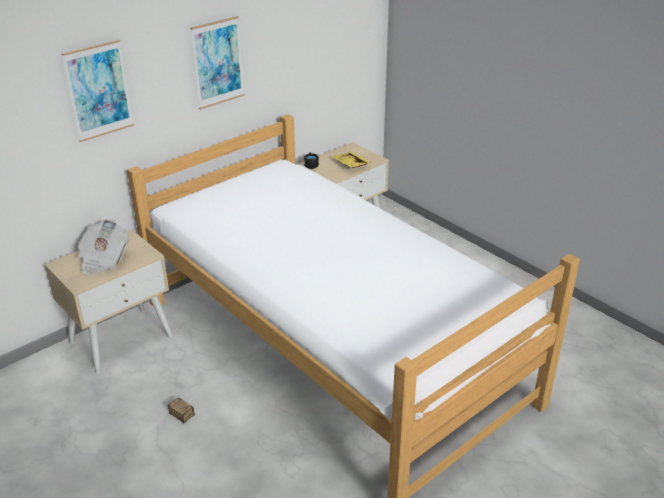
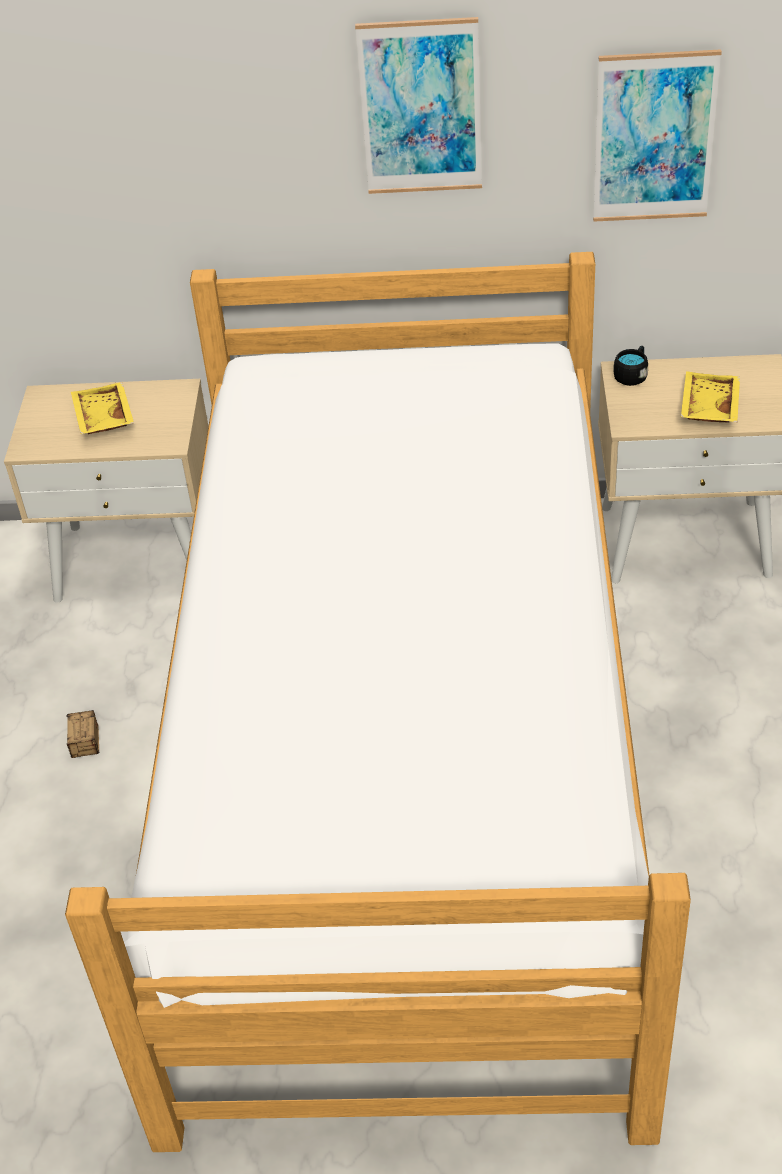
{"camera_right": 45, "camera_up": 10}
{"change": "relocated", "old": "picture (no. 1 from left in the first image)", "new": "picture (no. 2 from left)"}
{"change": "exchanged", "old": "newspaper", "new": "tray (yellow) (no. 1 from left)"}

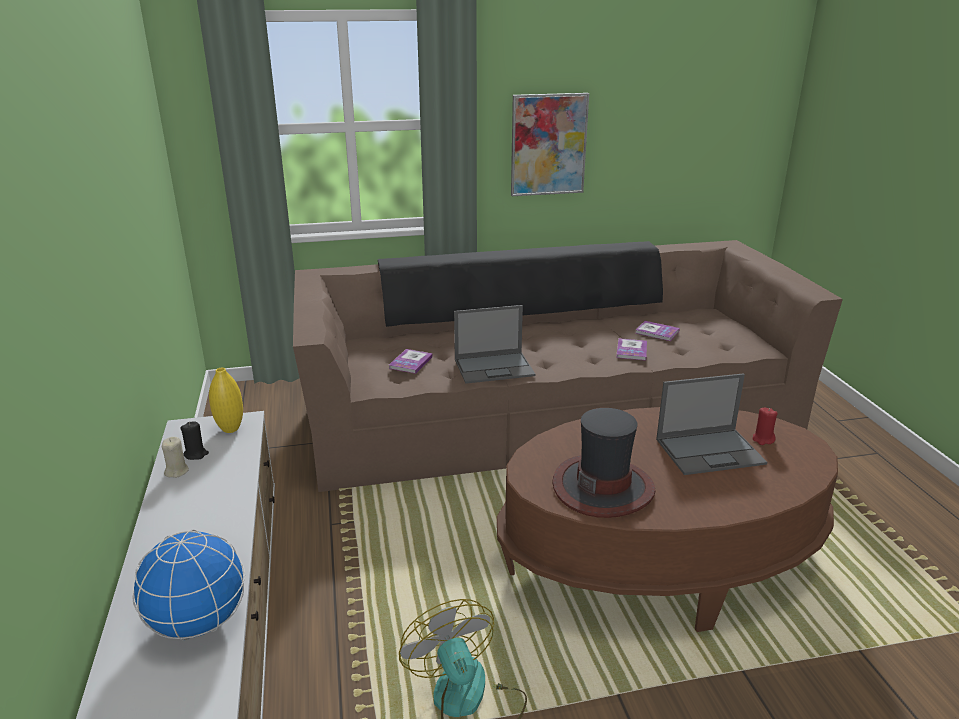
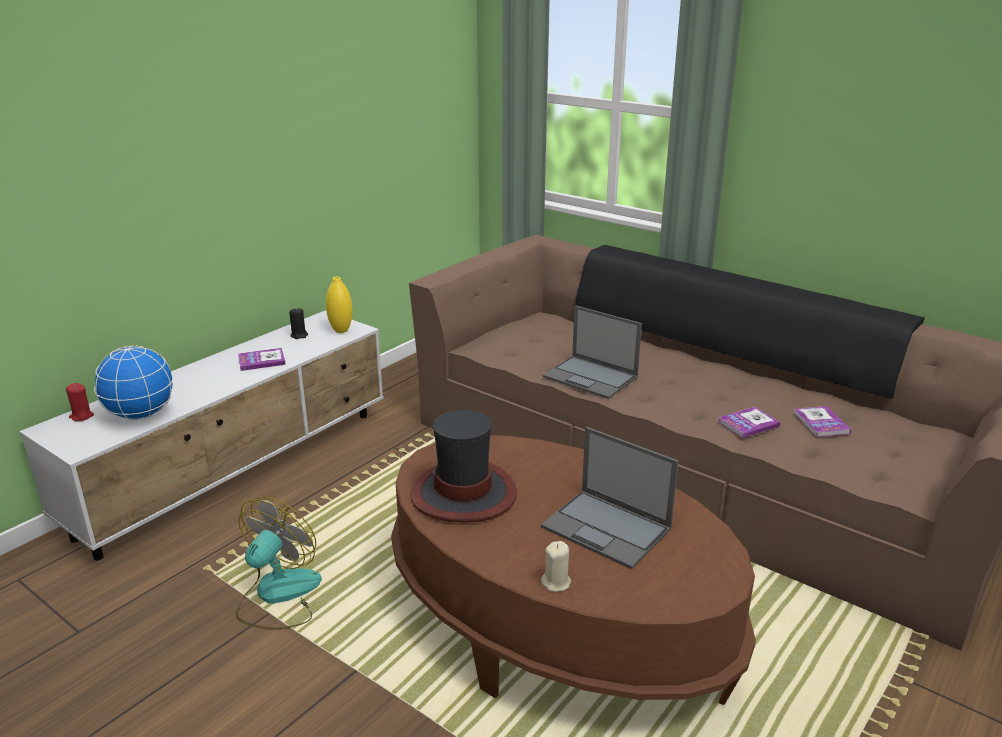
{"camera_right": 50, "camera_up": 0}
{"change": "relocated", "old": "candle (beige)"}
{"change": "relocated", "old": "book (no. 1 from left)"}
{"change": "missing", "old": "picture"}
{"change": "relocated", "old": "candle (red)"}

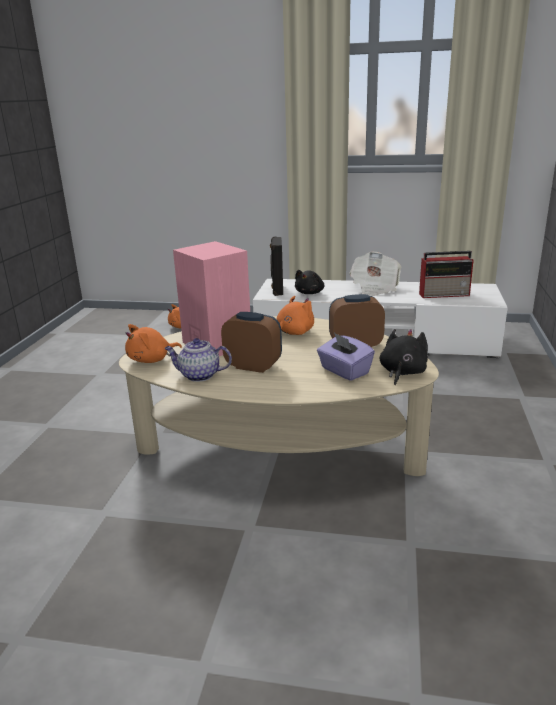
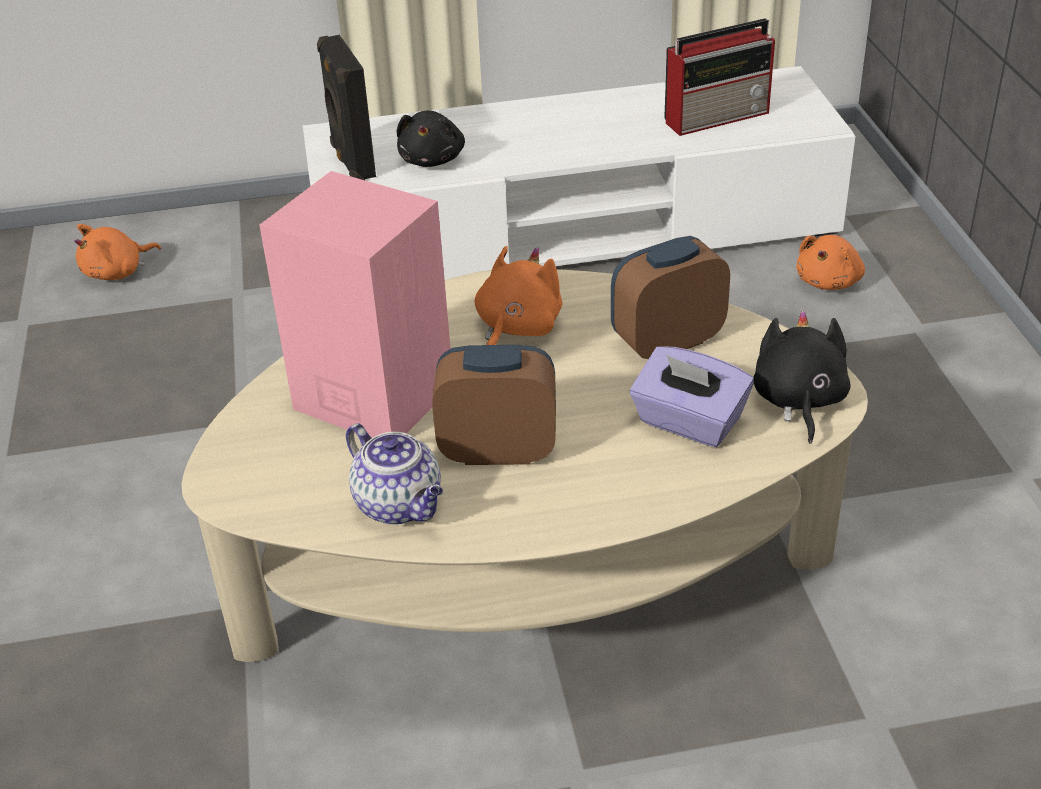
{"camera_right": -20, "camera_up": 15}
{"change": "relocated", "old": "plush toy (orange) (no. 1 from left in the first image)", "new": "plush toy (orange) (no. 3 from left)"}
{"change": "spun", "old": "teapot", "degrees": -120}
{"change": "missing", "old": "newspaper"}

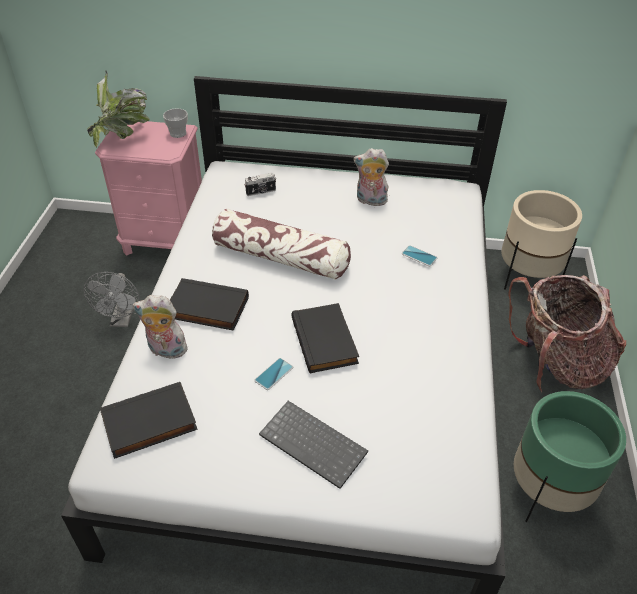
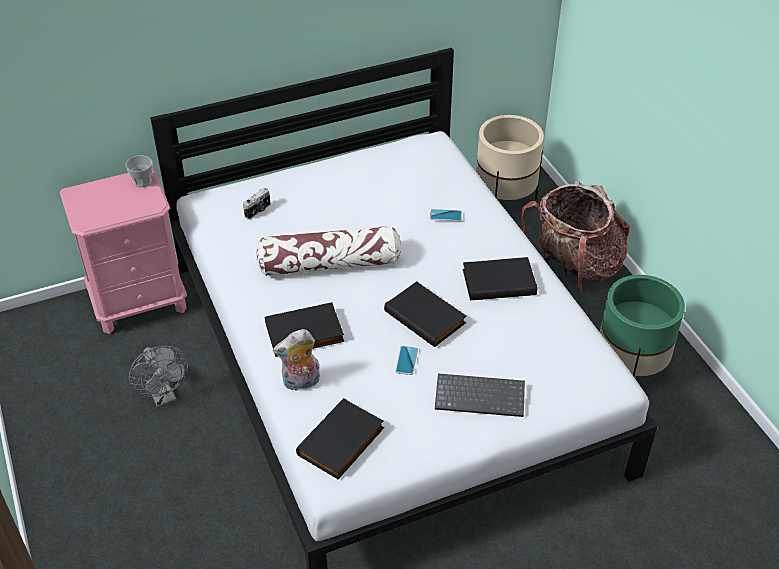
{"camera_right": -30, "camera_up": 0}
{"change": "missing", "old": "potted plant"}
{"change": "missing", "old": "plush toy (no. 2 from left)"}
{"change": "appeared", "new": "book (black) (no. 4 from left)"}

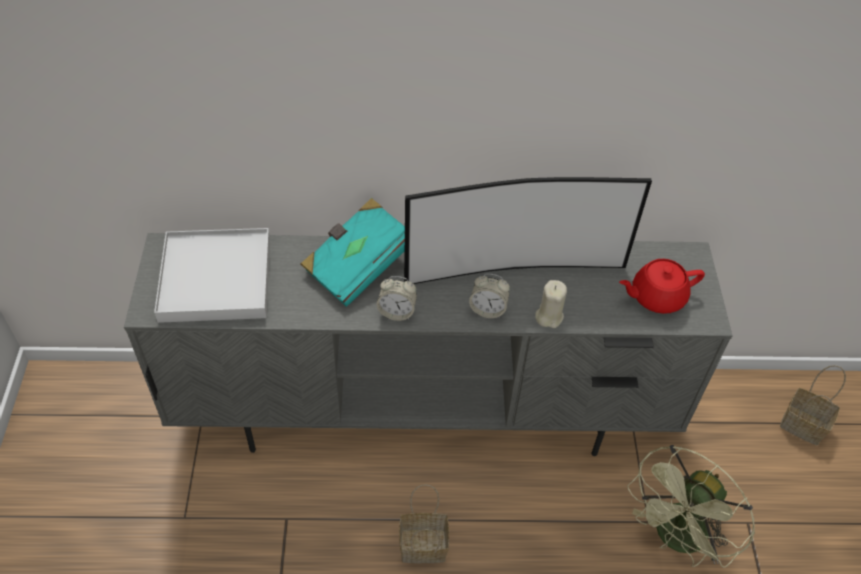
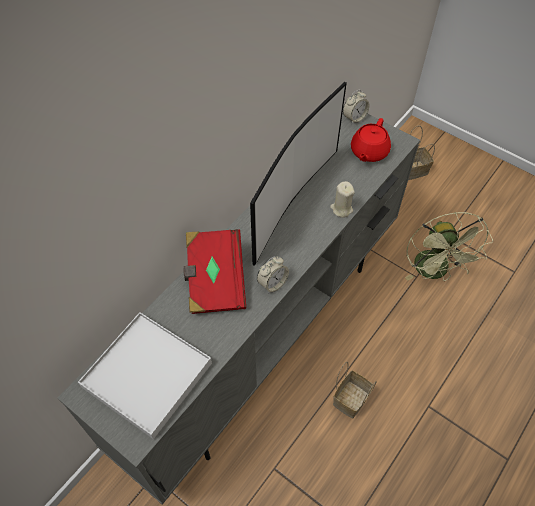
{"camera_right": -50, "camera_up": 5}
{"change": "colour", "old": "book (turquoise)", "new": "book (red)"}
{"change": "relocated", "old": "alarm clock (no. 2 from left)"}

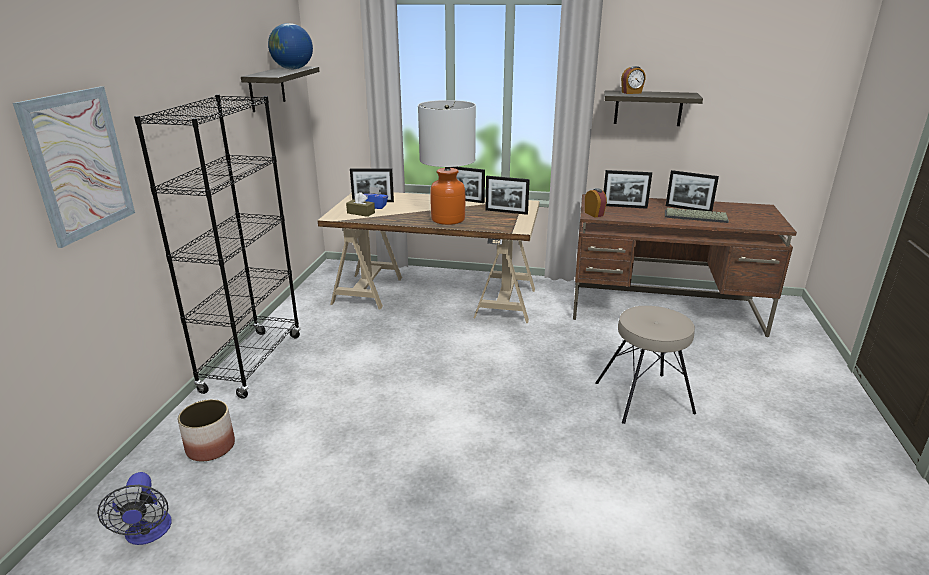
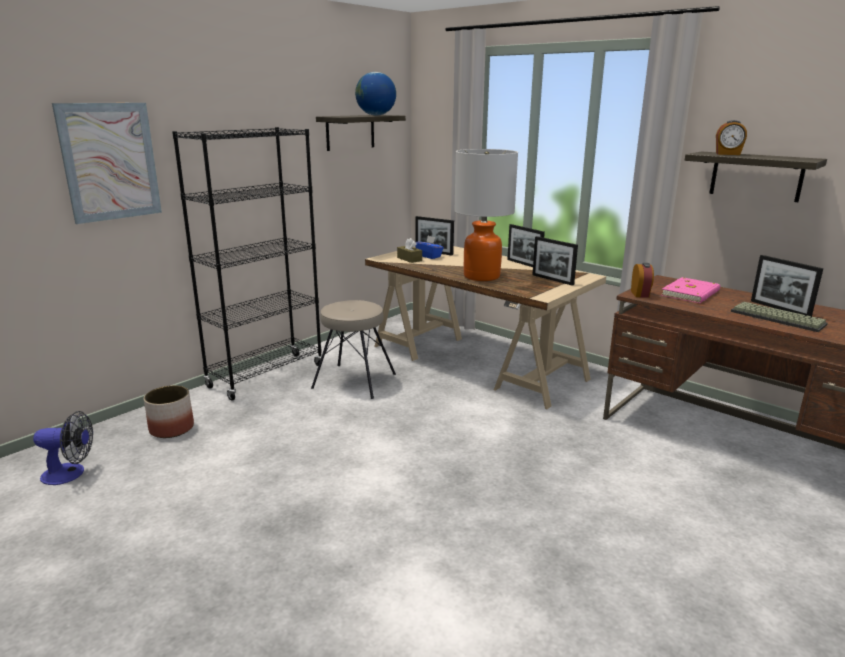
{"camera_right": 30, "camera_up": -5}
{"change": "spun", "old": "fan", "degrees": -105}
{"change": "relocated", "old": "stool (beige)"}
{"change": "exchanged", "old": "picture frame (no. 4 from left)", "new": "book (pink)"}

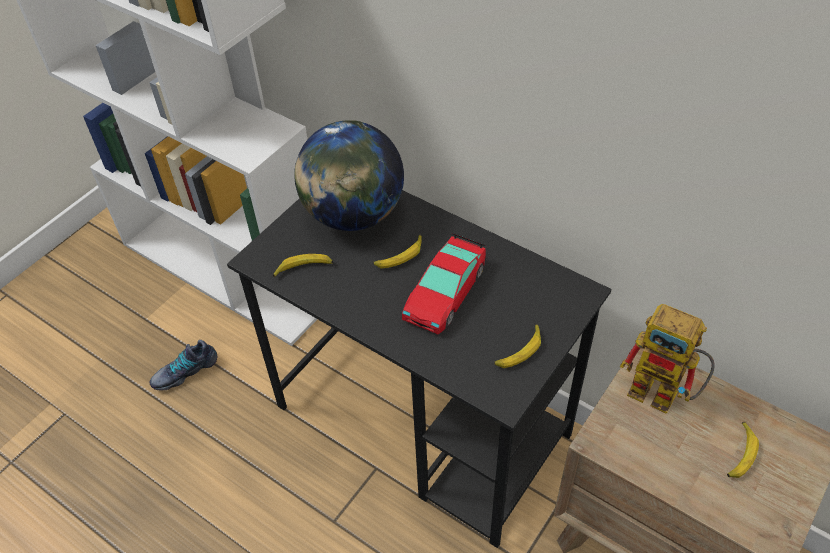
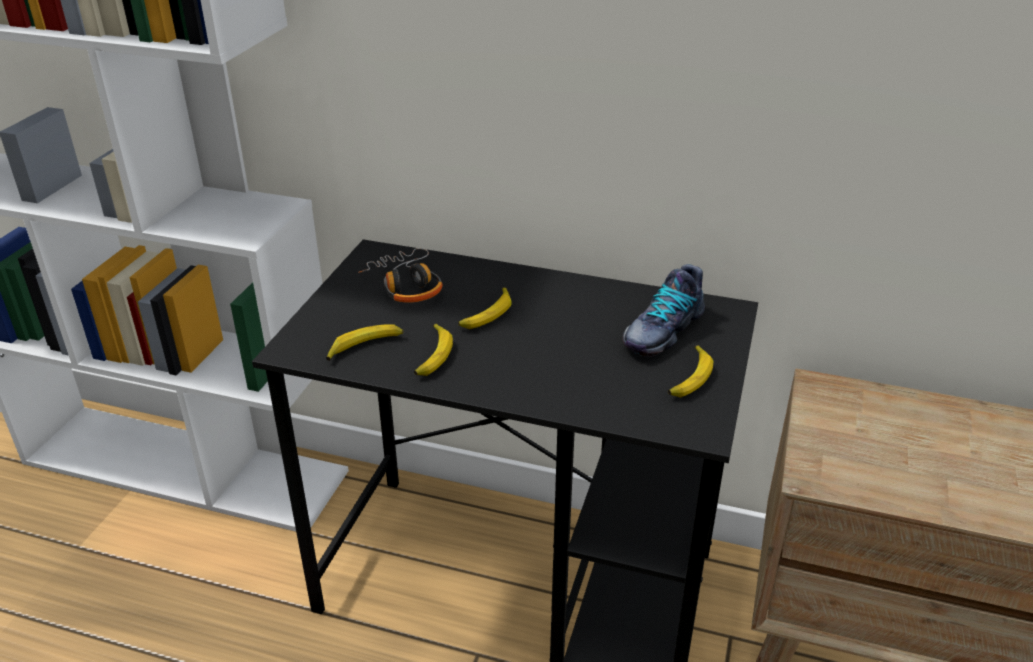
{"camera_right": -20, "camera_up": -15}
{"change": "relocated", "old": "shoe"}
{"change": "exchanged", "old": "globe", "new": "headphones"}
{"change": "missing", "old": "toy car"}
{"change": "missing", "old": "toy robot"}
{"change": "relocated", "old": "banana (no. 4 from left in the first image)", "new": "banana (no. 2 from left)"}

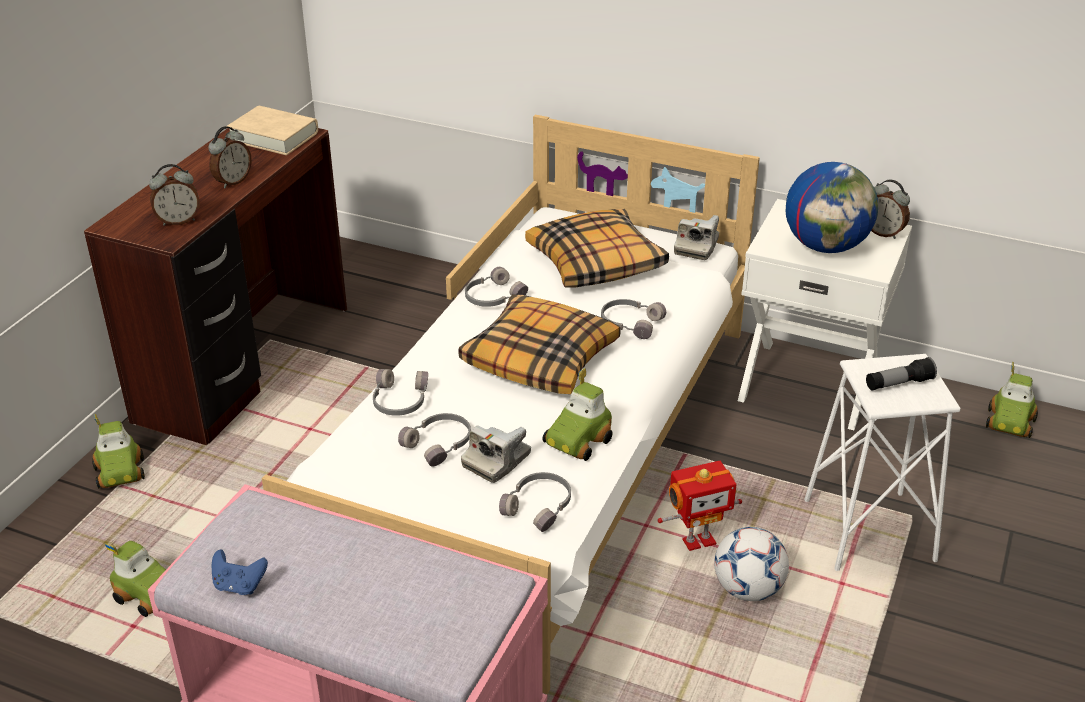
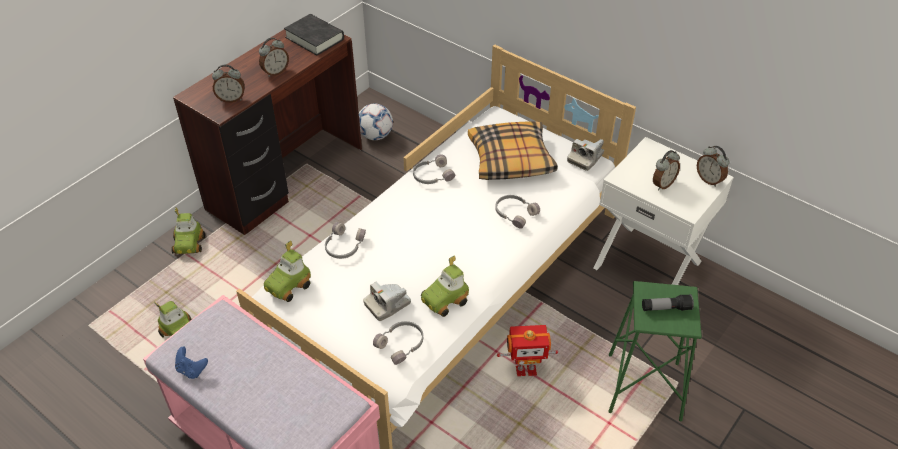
{"camera_right": 15, "camera_up": 10}
{"change": "colour", "old": "book (beige)", "new": "book (black)"}
{"change": "missing", "old": "headphones (grey) (no. 2 from left)"}
{"change": "missing", "old": "pillow (no. 1 from left)"}
{"change": "relocated", "old": "football"}
{"change": "exchanged", "old": "globe", "new": "alarm clock (no. 3 from left)"}
{"change": "colour", "old": "stool (white)", "new": "stool (green)"}
{"change": "relocated", "old": "toy car (no. 4 from left in the first image)", "new": "toy car (no. 3 from left)"}

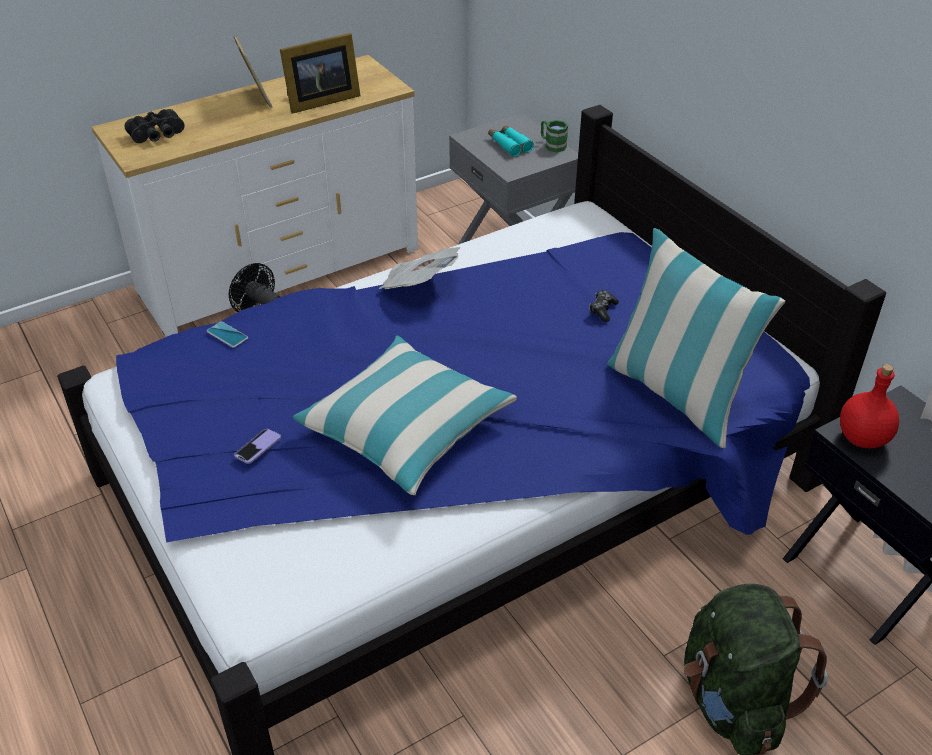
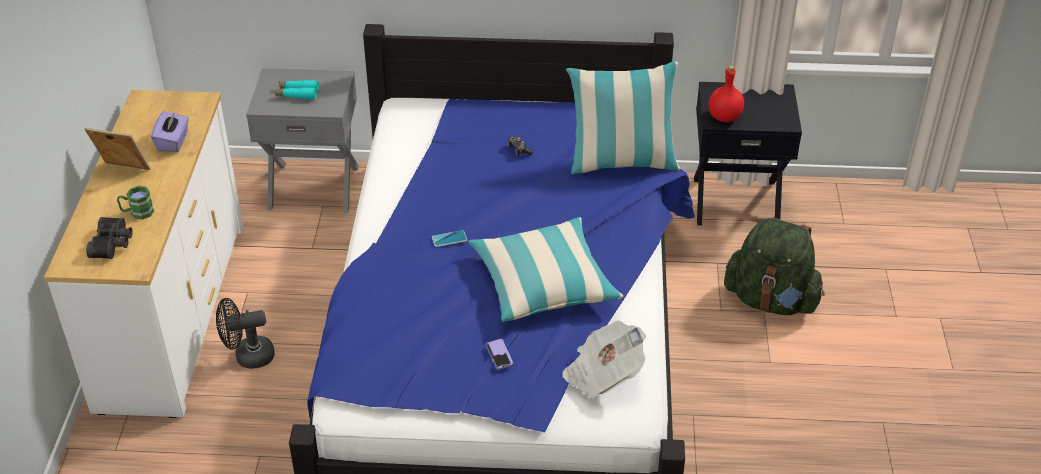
{"camera_right": -55, "camera_up": 0}
{"change": "relocated", "old": "phone (no. 1 from left)"}
{"change": "exchanged", "old": "picture frame (no. 2 from left)", "new": "tissue box (purple)"}
{"change": "relocated", "old": "newspaper"}
{"change": "relocated", "old": "mug (green)"}

